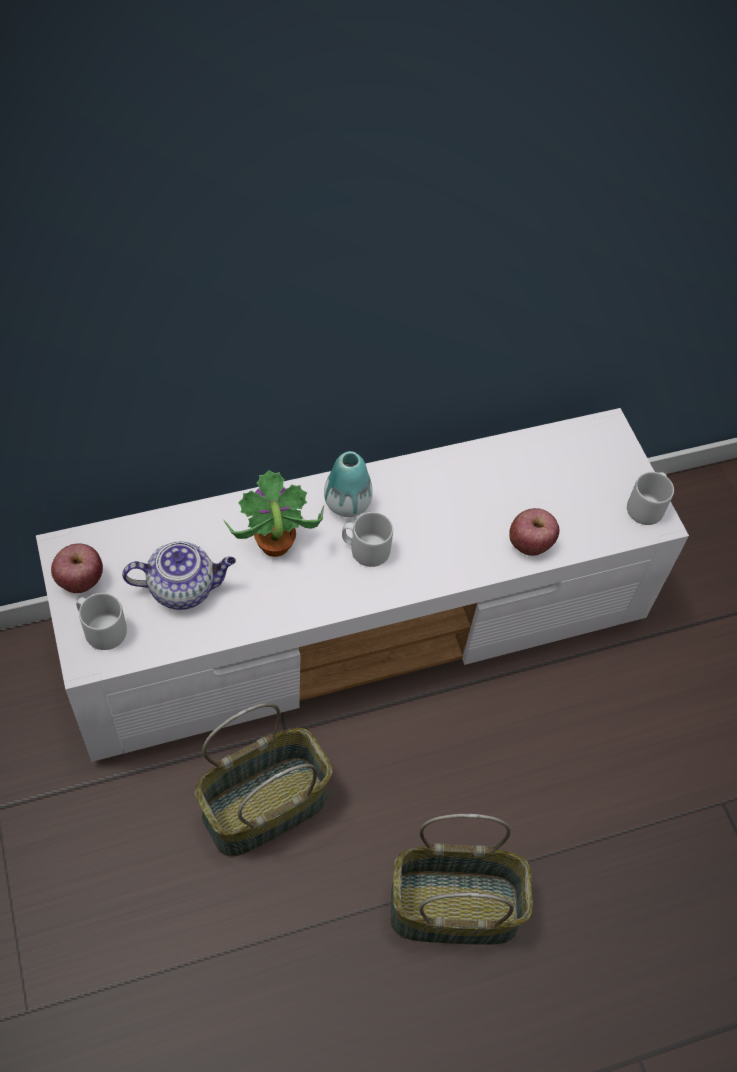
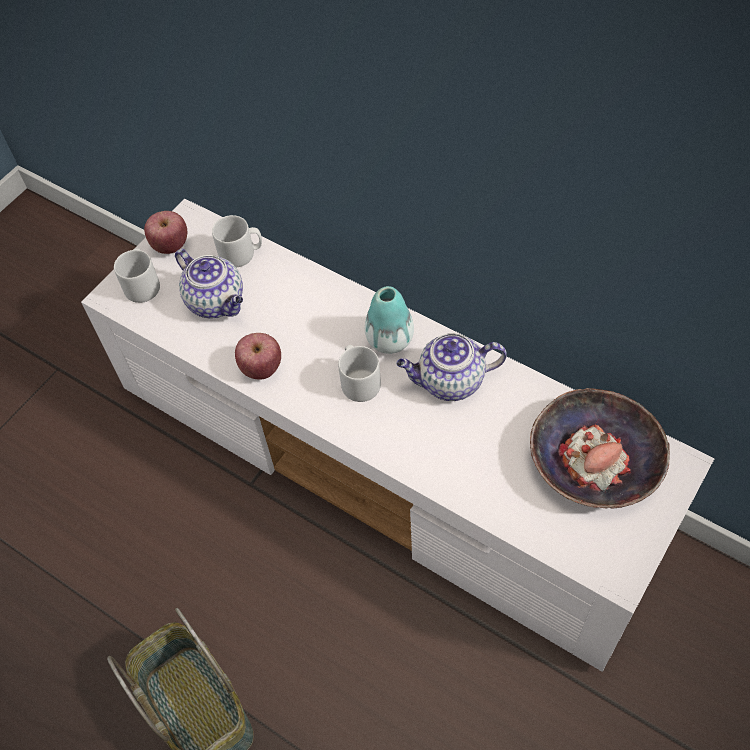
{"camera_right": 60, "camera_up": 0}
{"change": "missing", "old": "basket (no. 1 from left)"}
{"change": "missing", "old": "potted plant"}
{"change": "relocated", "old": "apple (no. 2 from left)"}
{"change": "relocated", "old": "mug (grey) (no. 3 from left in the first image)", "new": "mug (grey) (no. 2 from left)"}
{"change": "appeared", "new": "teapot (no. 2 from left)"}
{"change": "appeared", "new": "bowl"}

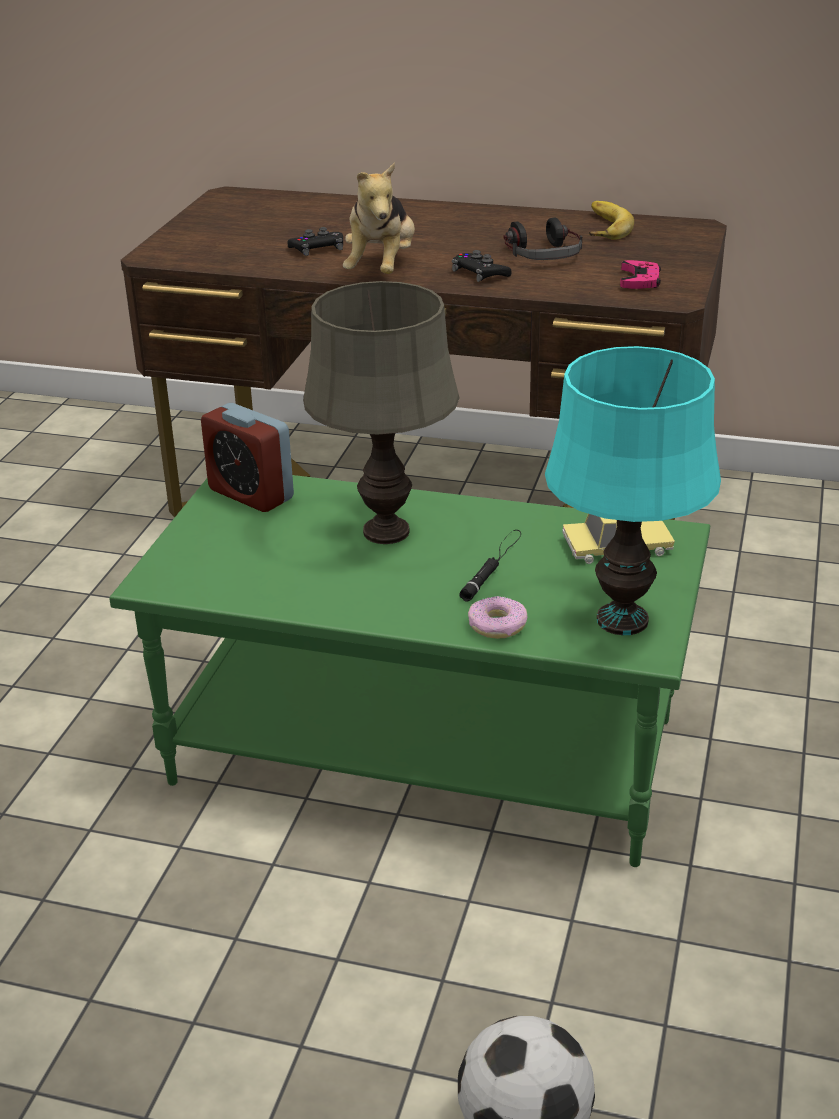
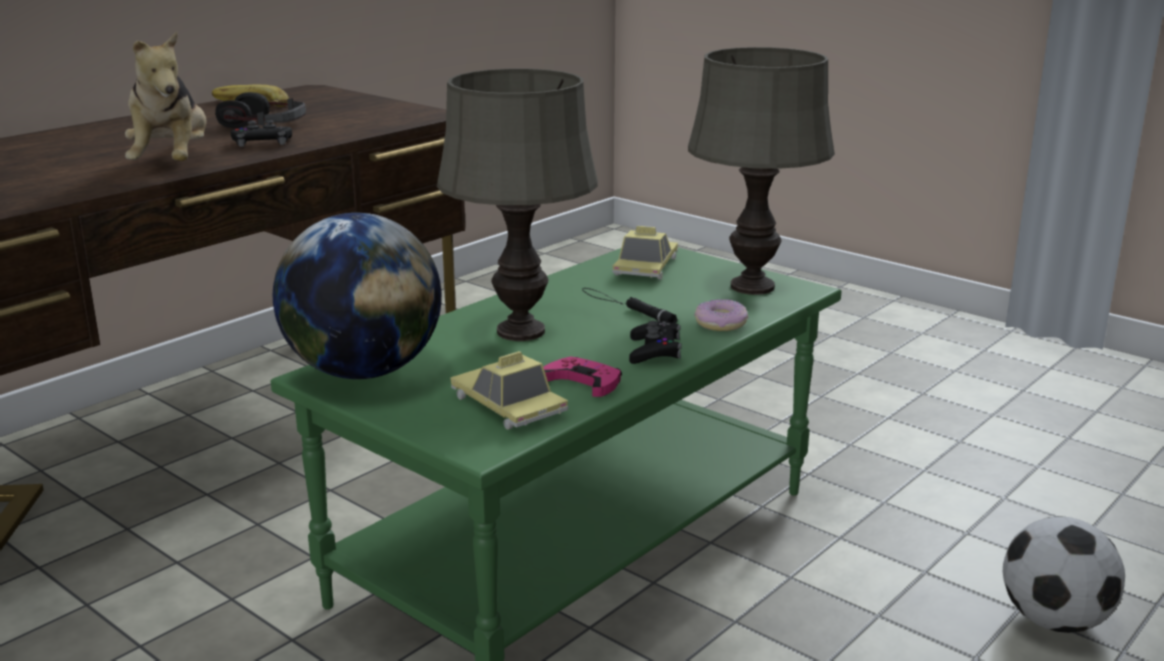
{"camera_right": -65, "camera_up": -10}
{"change": "exchanged", "old": "alarm clock", "new": "globe"}
{"change": "relocated", "old": "game controller (black) (no. 1 from left in the first image)", "new": "game controller (black) (no. 2 from left)"}
{"change": "spun", "old": "plush toy", "degrees": 45}
{"change": "colour", "old": "table lamp (turquoise)", "new": "table lamp (grey) (no. 2 from left)"}
{"change": "relocated", "old": "game controller (pink)"}
{"change": "appeared", "new": "toy car (no. 1 from left)"}

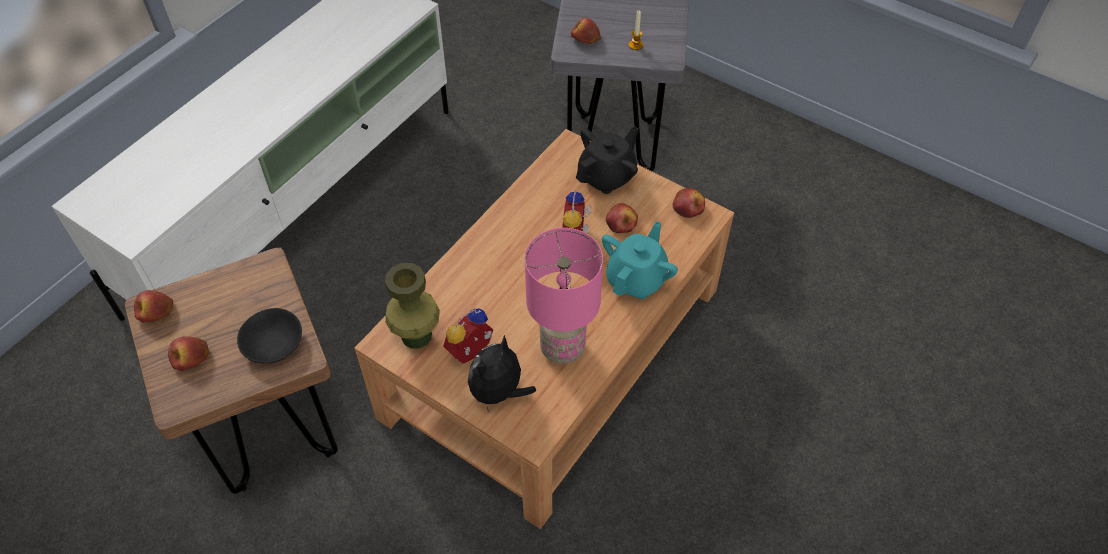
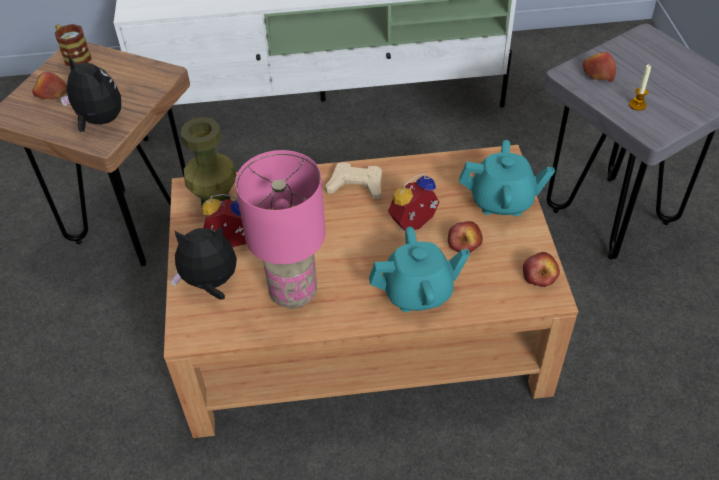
{"camera_right": 50, "camera_up": -5}
{"change": "exchanged", "old": "apple (no. 1 from left)", "new": "mug"}
{"change": "exchanged", "old": "bowl (black)", "new": "plush toy (no. 1 from left)"}
{"change": "colour", "old": "teapot (black)", "new": "teapot (turquoise) (no. 2 from left)"}
{"change": "appeared", "new": "game controller (beige)"}

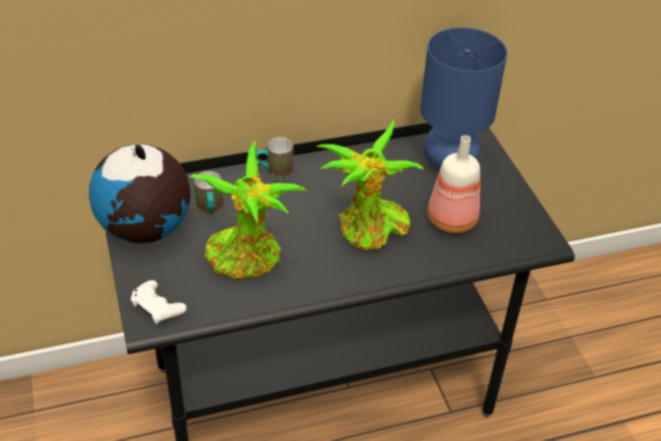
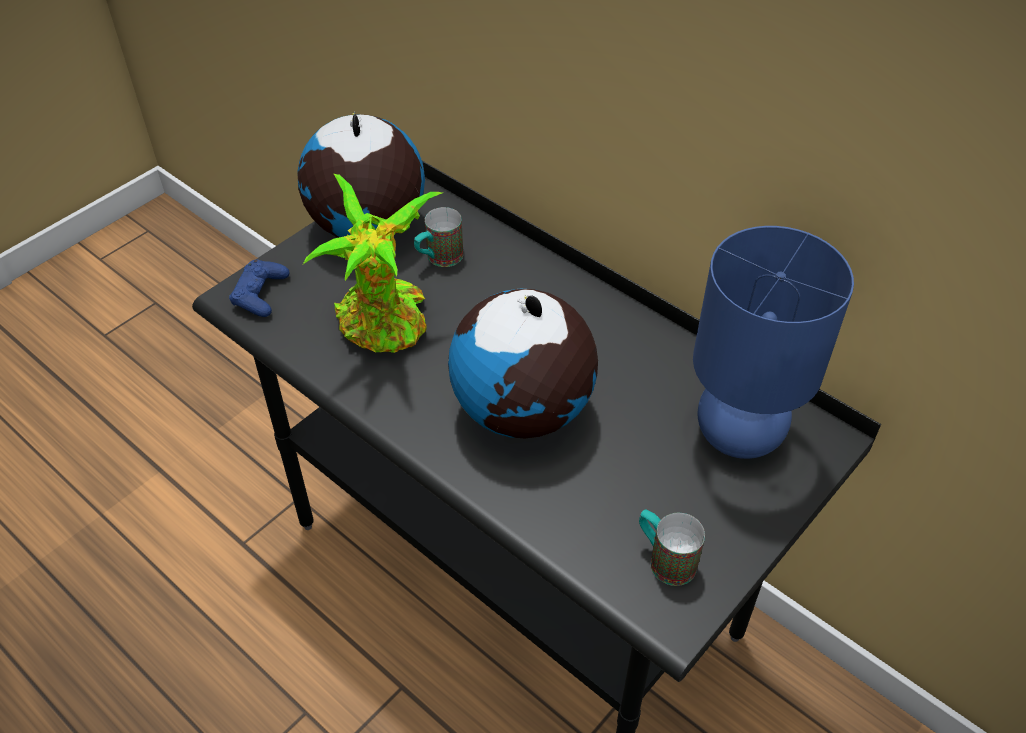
{"camera_right": 60, "camera_up": 5}
{"change": "colour", "old": "game controller (white)", "new": "game controller (blue)"}
{"change": "relocated", "old": "mug (no. 2 from left)"}
{"change": "exchanged", "old": "potted plant (no. 2 from left)", "new": "globe (no. 2 from left)"}
{"change": "missing", "old": "bottle"}

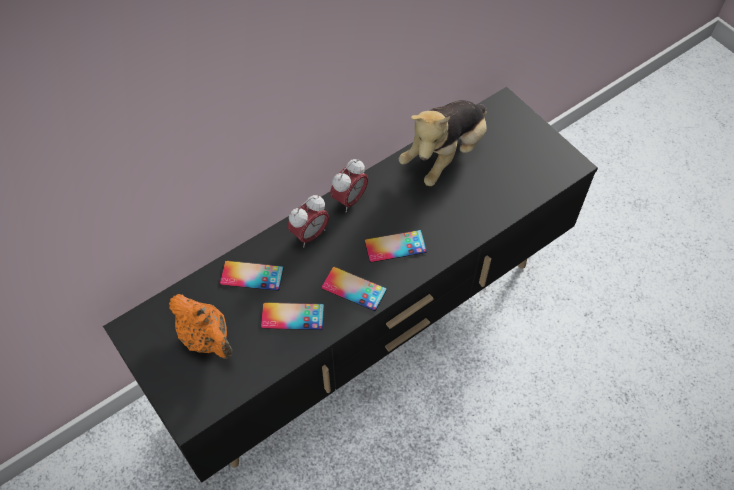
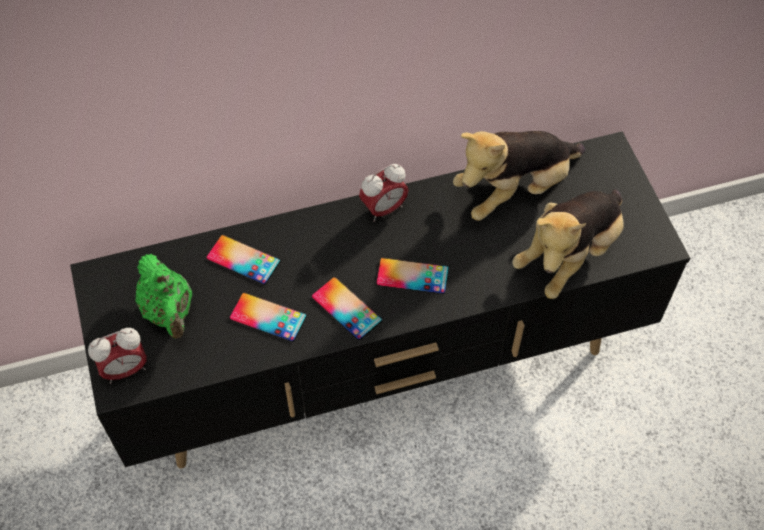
{"camera_right": 20, "camera_up": 0}
{"change": "colour", "old": "teapot (orange)", "new": "teapot (green)"}
{"change": "relocated", "old": "alarm clock (no. 1 from left)"}
{"change": "appeared", "new": "plush toy (no. 2 from left)"}

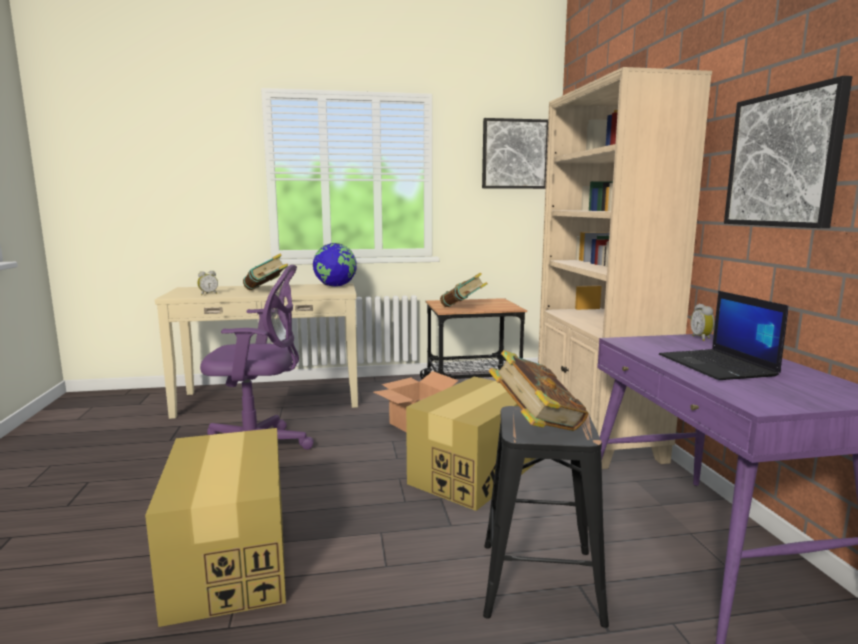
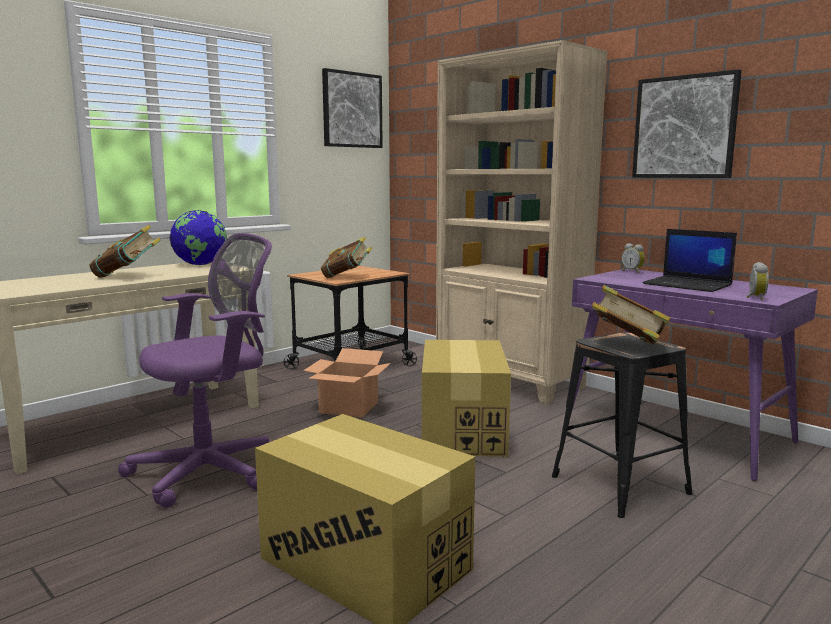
{"camera_right": -35, "camera_up": 0}
{"change": "relocated", "old": "alarm clock (no. 1 from left in the first image)", "new": "alarm clock (no. 2 from left)"}

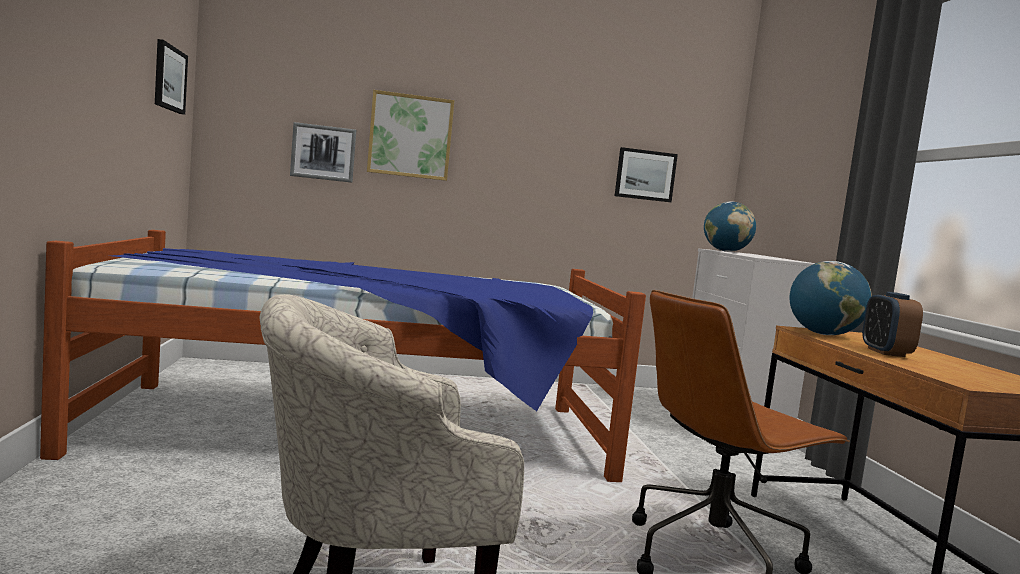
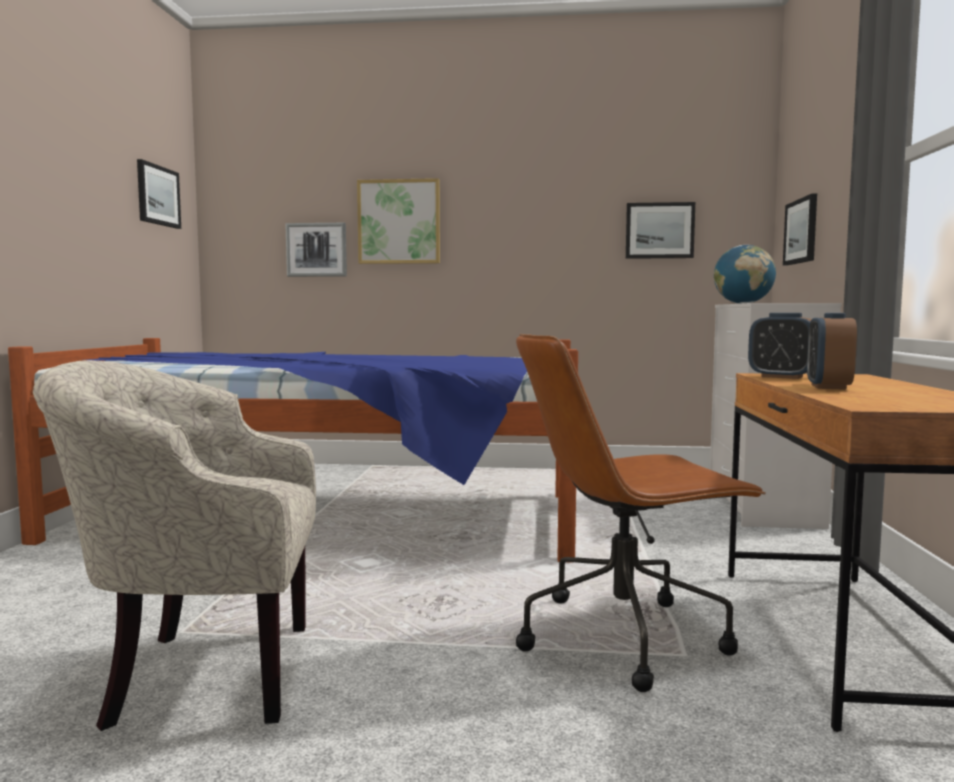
{"camera_right": 15, "camera_up": 0}
{"change": "exchanged", "old": "globe (no. 2 from left)", "new": "alarm clock (no. 1 from left)"}
{"change": "appeared", "new": "picture (no. 5 from left)"}

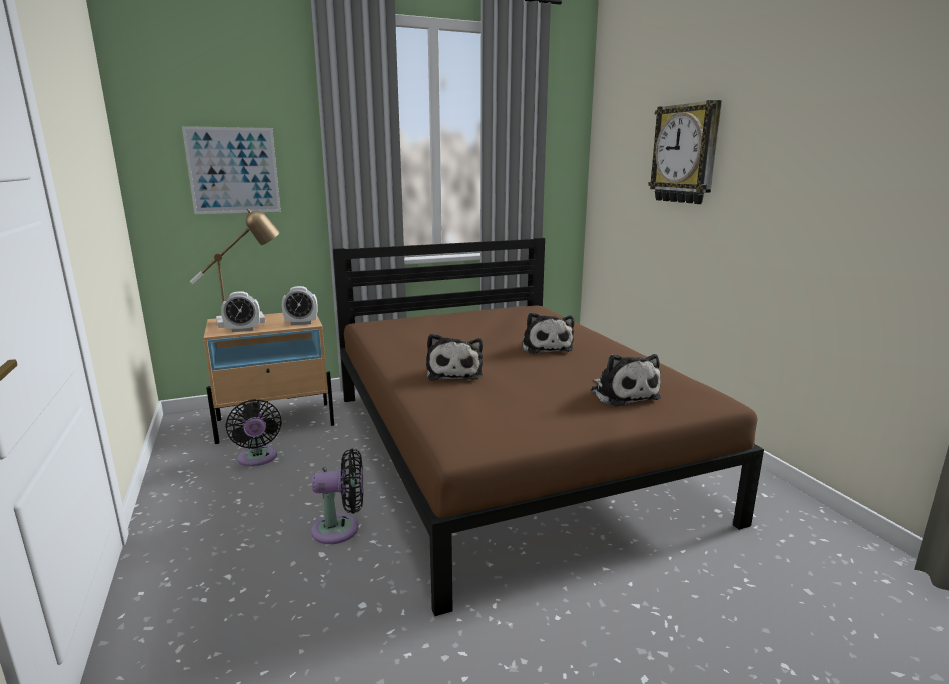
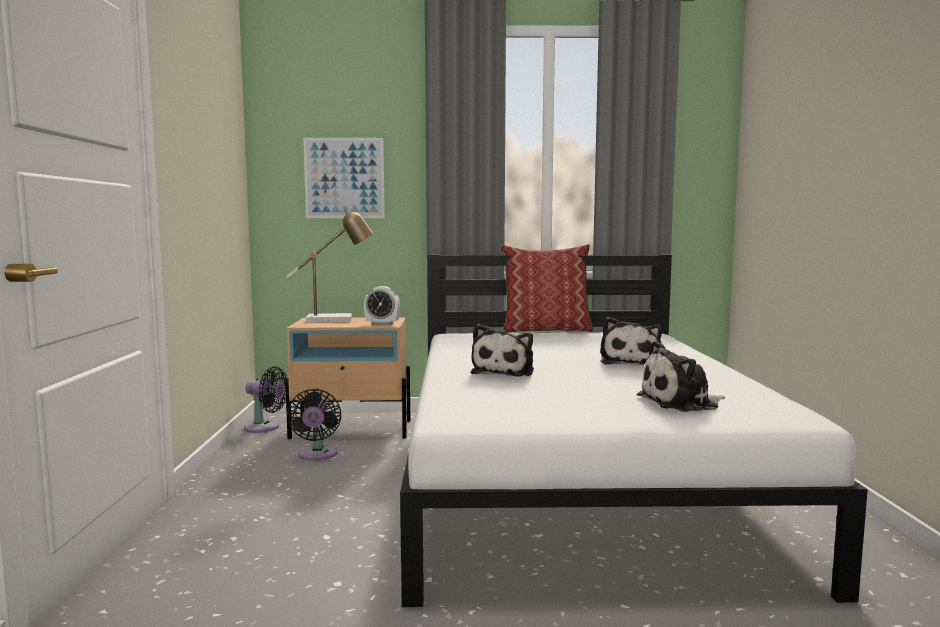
{"camera_right": 20, "camera_up": -10}
{"change": "missing", "old": "alarm clock (no. 1 from left)"}
{"change": "relocated", "old": "fan (black) (no. 2 from left in the first image)", "new": "fan (black) (no. 1 from left)"}
{"change": "colour", "old": "bed (brown)", "new": "bed (white)"}
{"change": "spun", "old": "plush toy (no. 3 from left)", "degrees": 75}
{"change": "missing", "old": "wall clock"}
{"change": "appeared", "new": "pillow"}

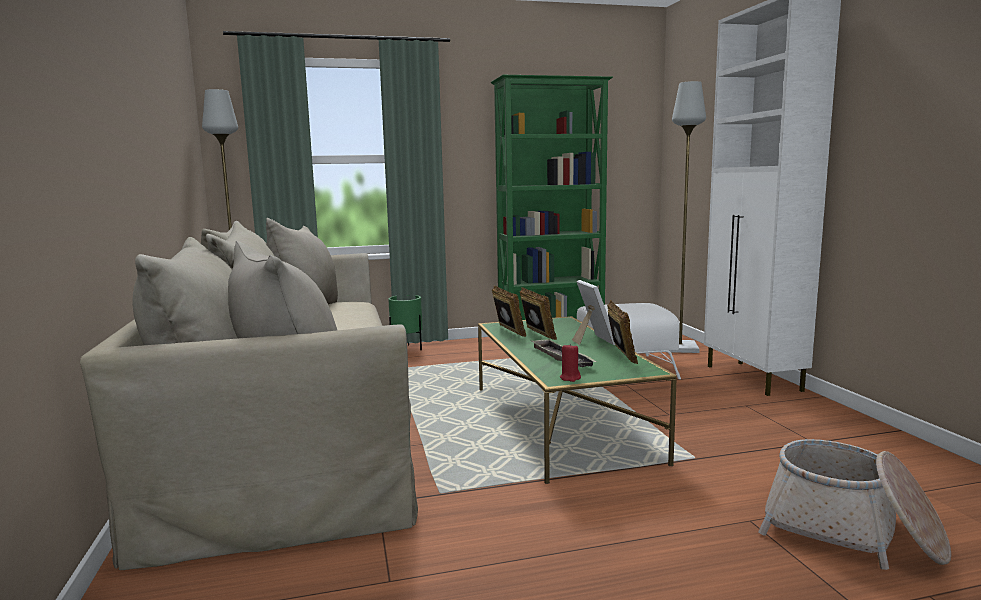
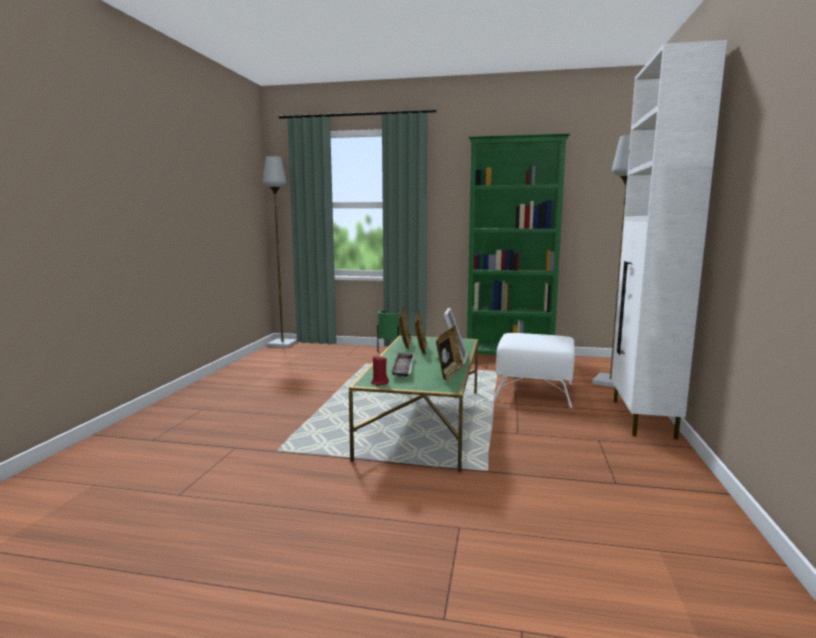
{"camera_right": 25, "camera_up": 0}
{"change": "missing", "old": "sofa (beige)"}
{"change": "missing", "old": "basket"}

